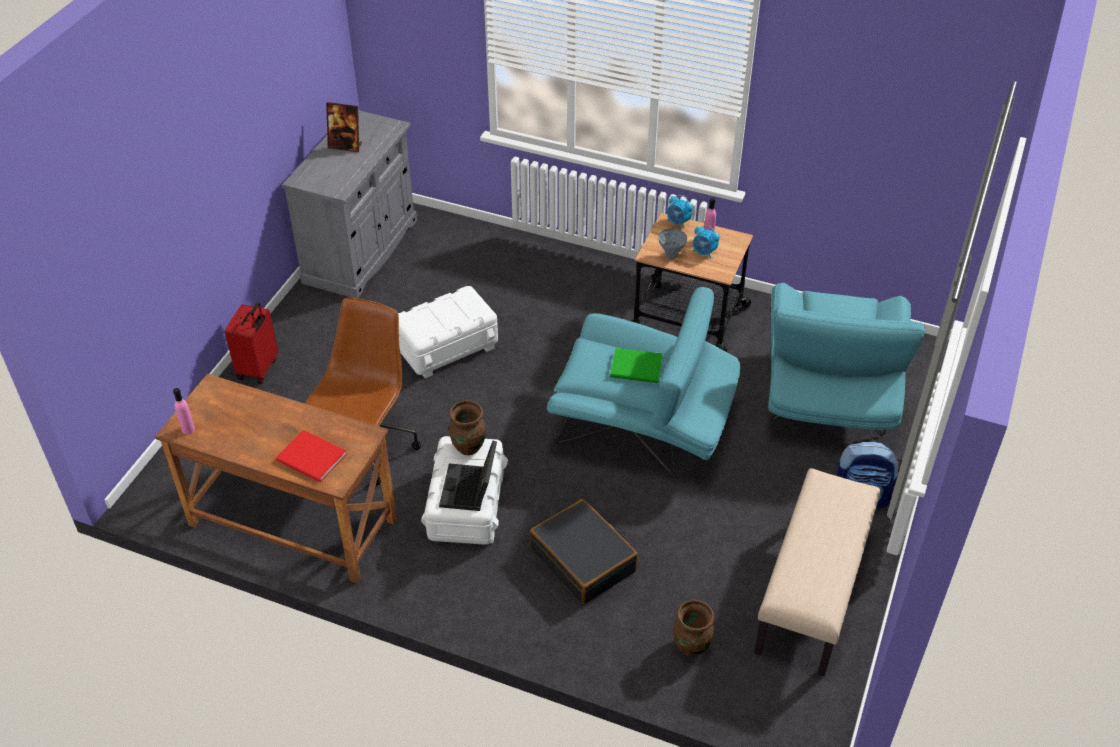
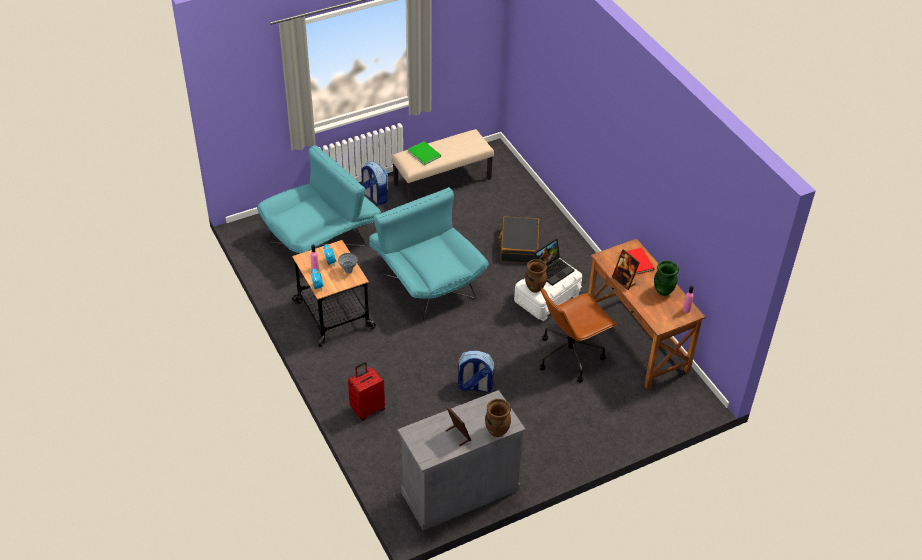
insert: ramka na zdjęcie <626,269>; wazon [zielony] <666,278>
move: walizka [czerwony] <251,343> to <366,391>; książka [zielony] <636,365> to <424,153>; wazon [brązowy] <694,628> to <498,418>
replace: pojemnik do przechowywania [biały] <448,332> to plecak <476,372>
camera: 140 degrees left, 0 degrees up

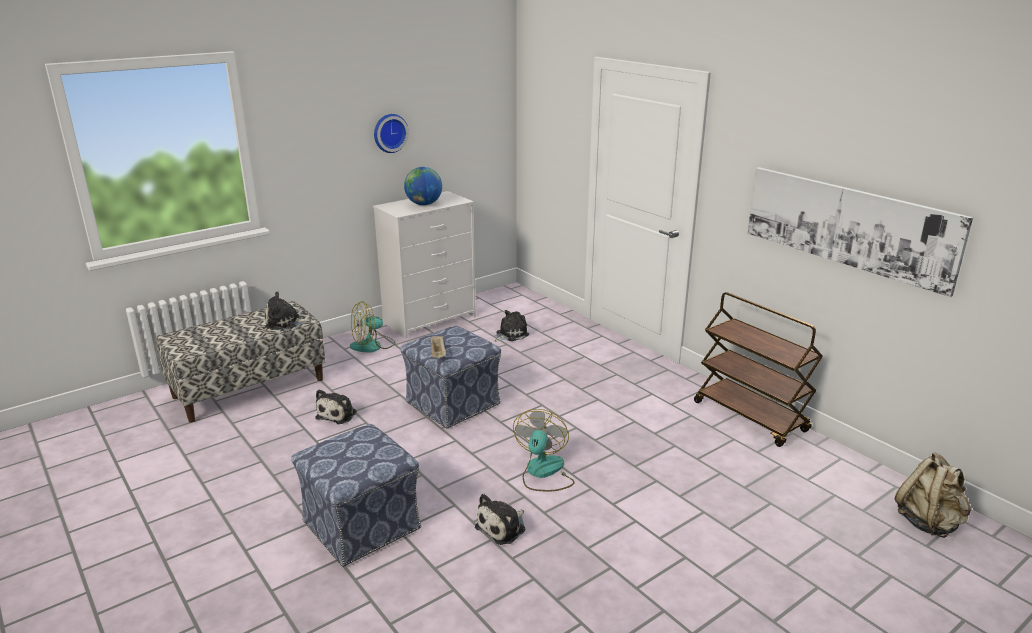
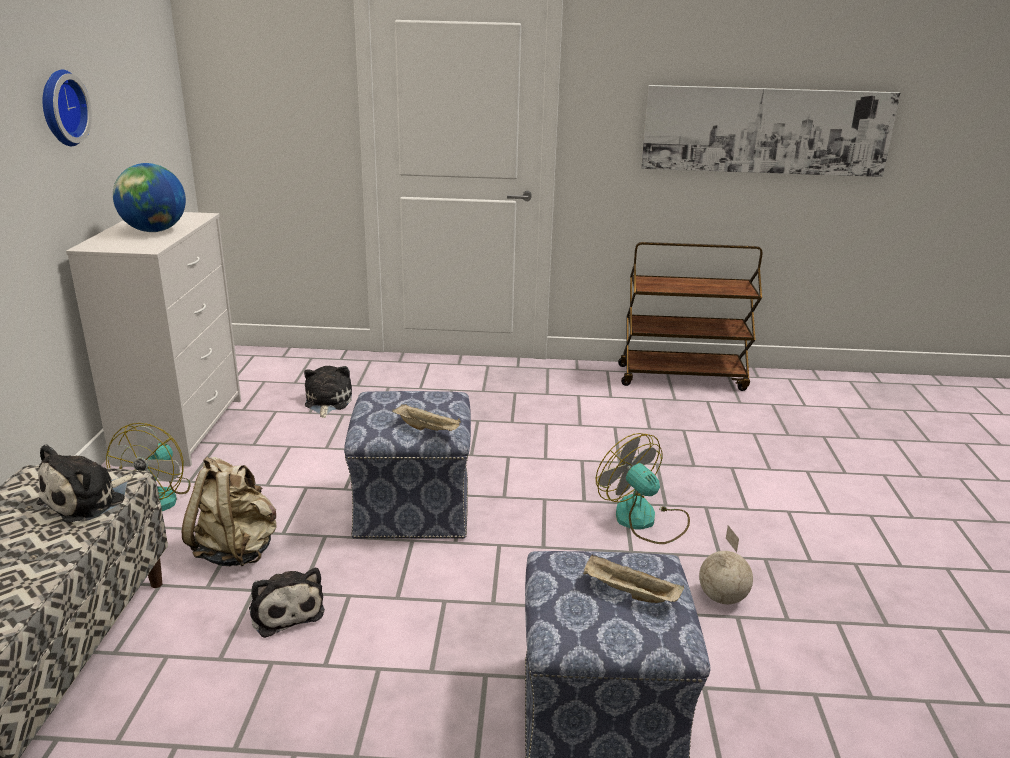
insert: taca [beżowy] <633,578>
move: plecak [beżowy] <933,495> to <229,512>
replace: pluszak <500,519> to globus <726,564>
camera: 50 degrees left, 0 degrees up

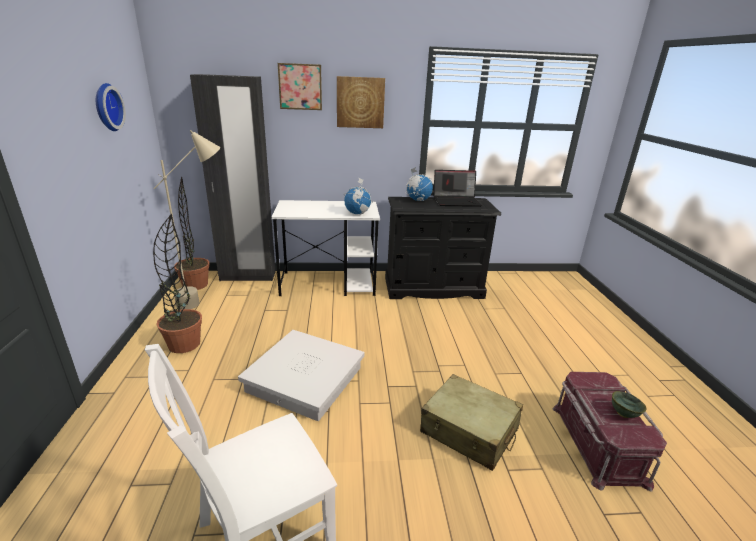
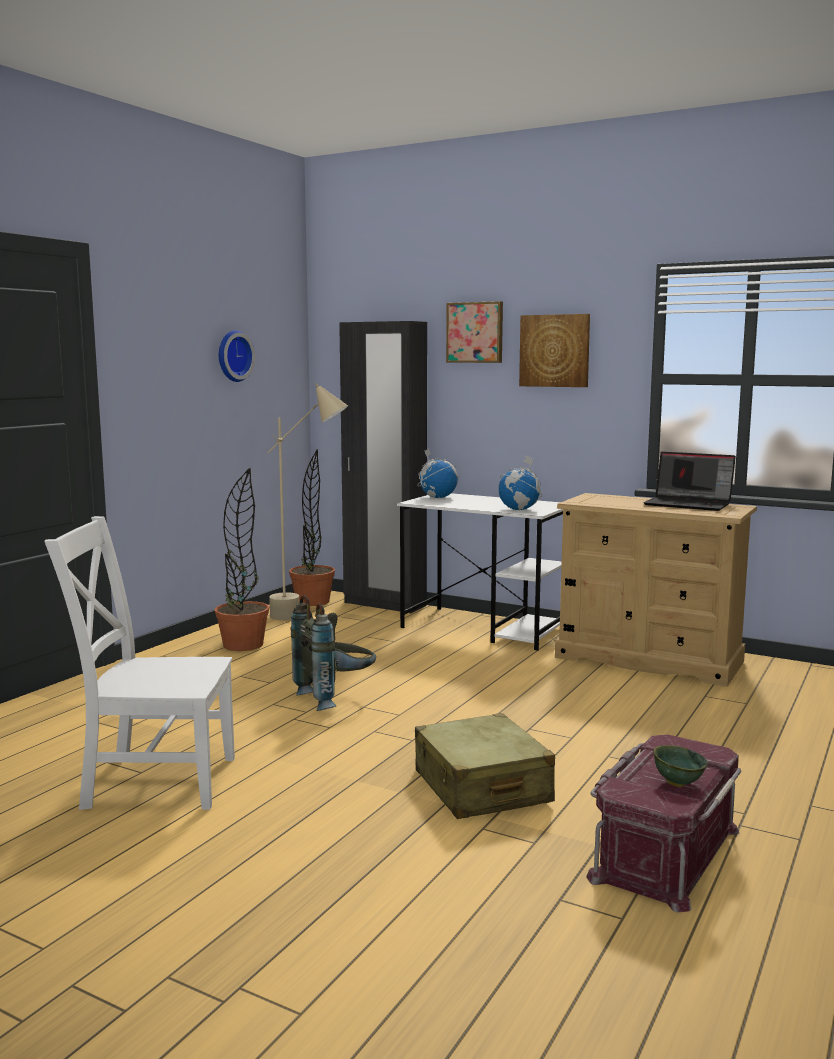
move: globus <419,184> to <437,473>
replace: pojemnik do przechowywania [biały] <301,375> to plecak [szary] <333,653>
recolor: komoda [czarny] <443,248> to komoda [beżowy] <656,590>
camera: 35 degrees right, 15 degrees down

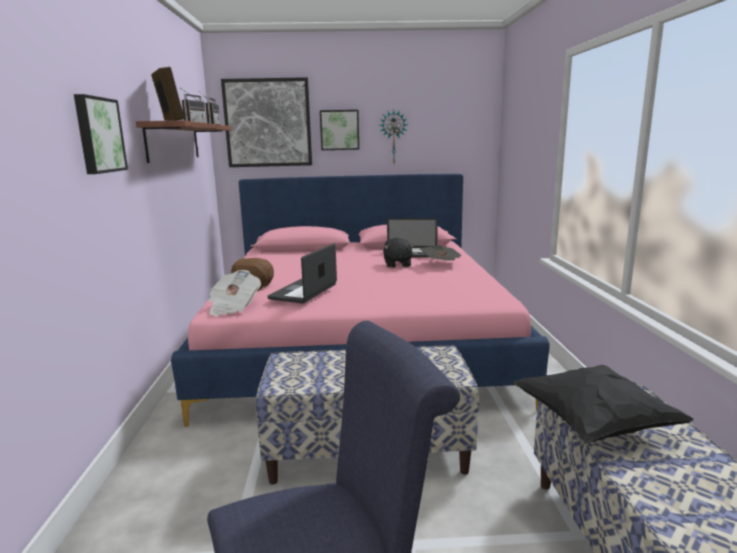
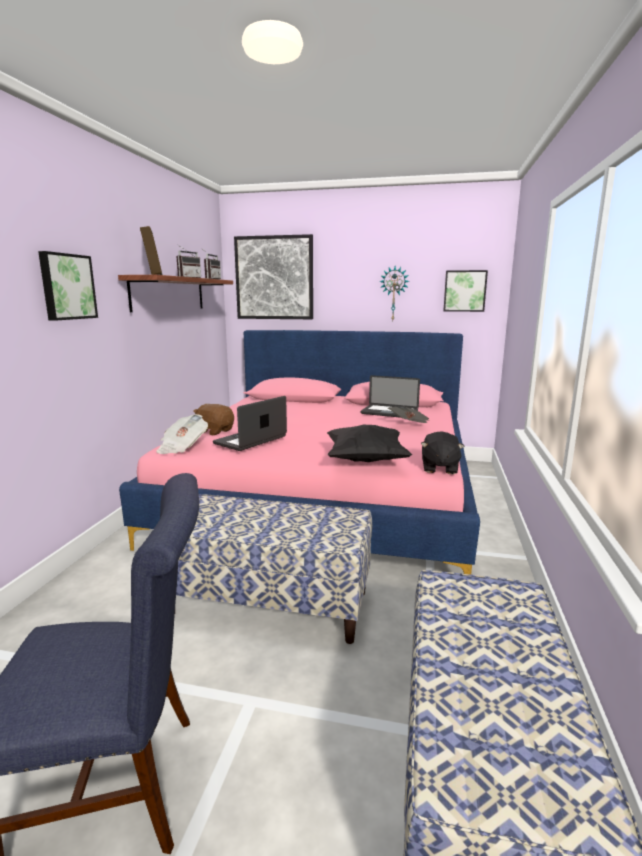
move: poduszka [czarny] <603,404> to <369,443>; pluszak [czarny] <398,253> to <442,452>; obraz <339,130> to <465,291>
camera: 15 degrees right, 0 degrees up

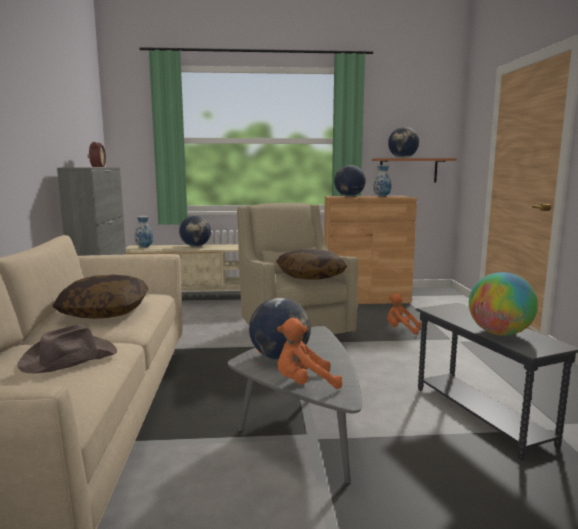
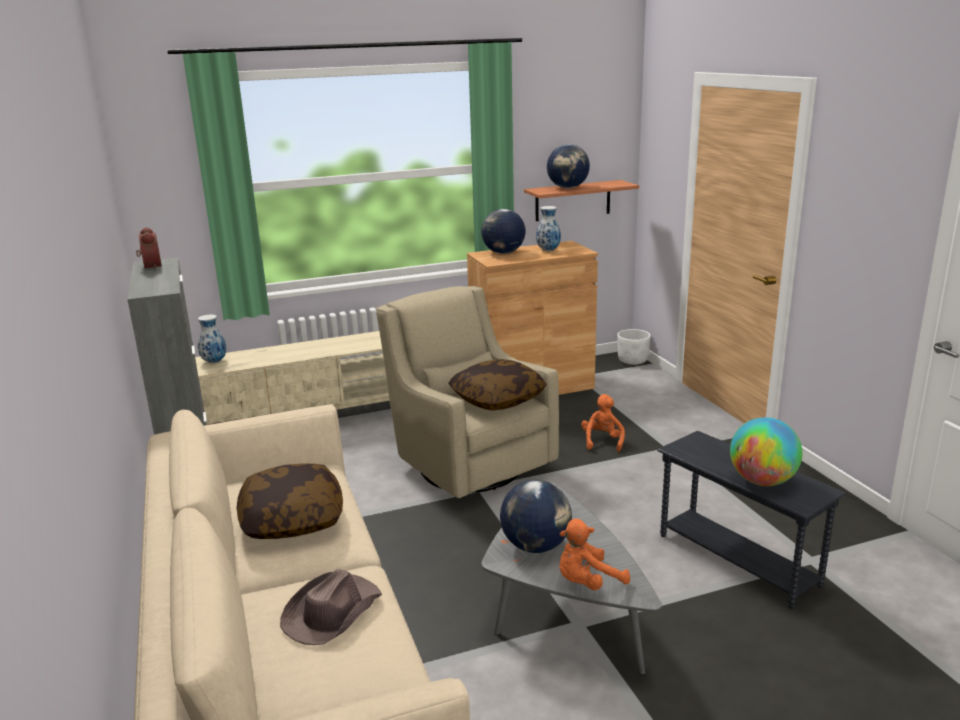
delete: globus <195,231>
insert: donica [biały] <634,347>
rotate: pluszak [pomarańczowy] <404,314> = <603,423> 90 degrees clockwise
camera: 15 degrees left, 10 degrees up

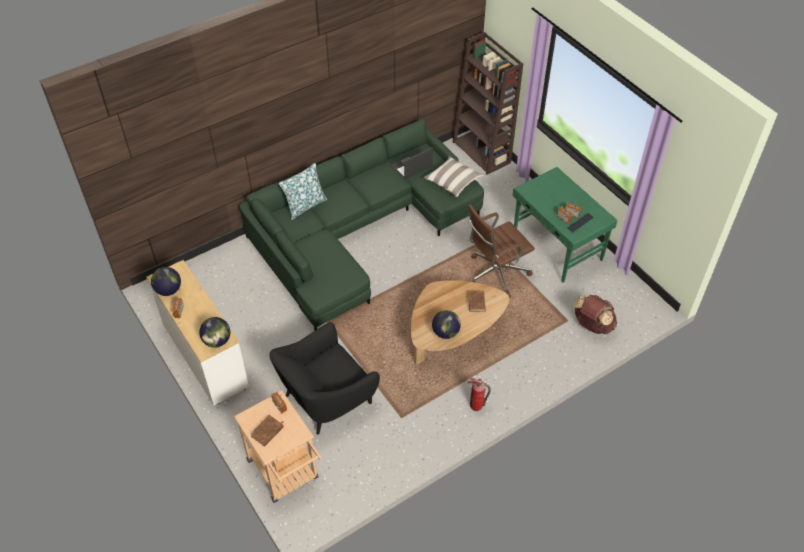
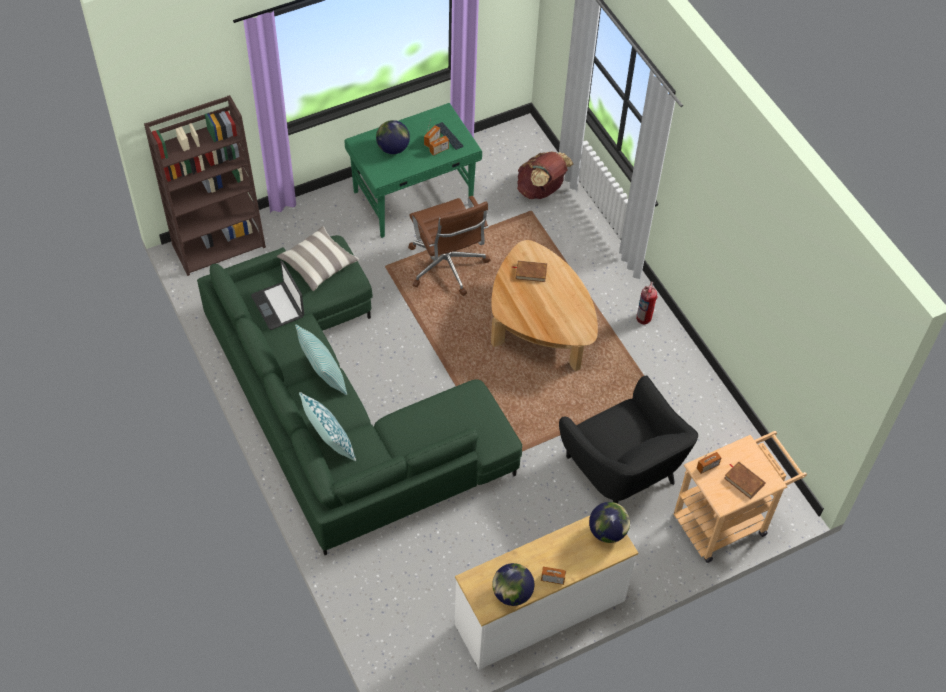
insert: poduszka <321,359>
move: globus <446,324> to <393,137>
camera: 85 degrees left, 5 degrees up

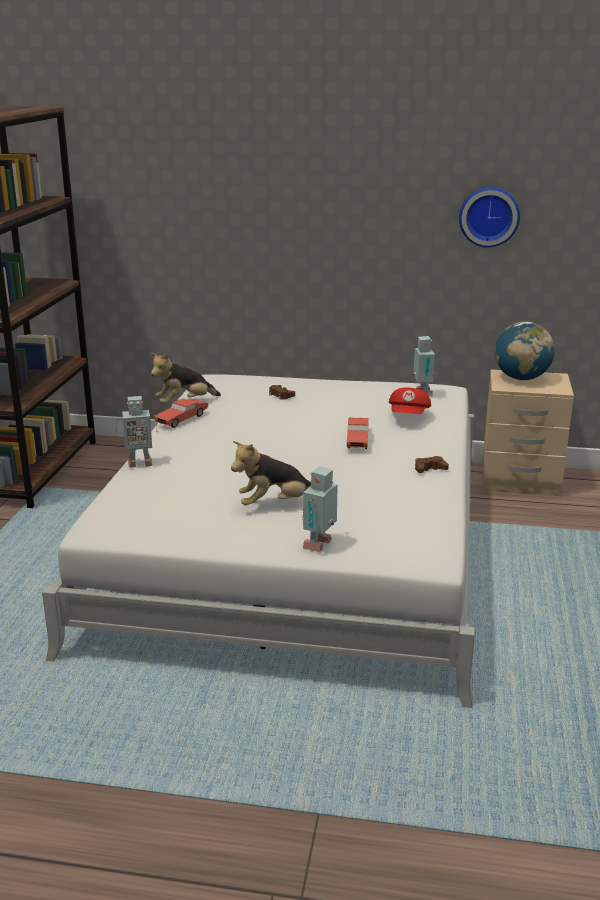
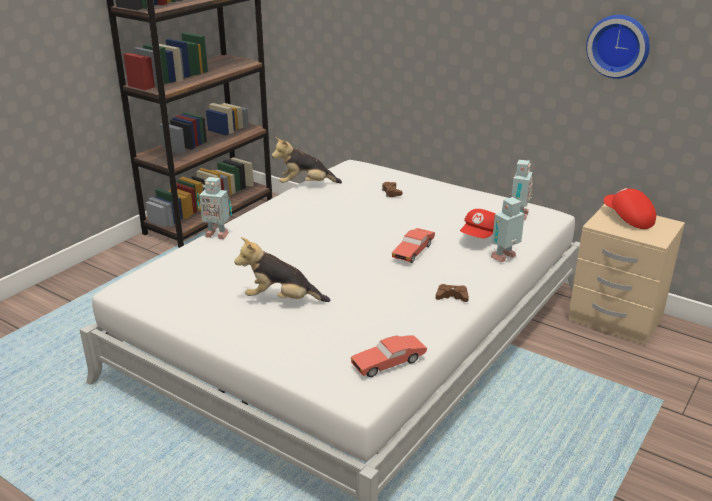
move: samochodzik [czerwony] <182,413> to <389,356>; robot zabawkowy <320,509> to <508,229>
replace: globus <525,350> to czapka z daszkiem [czerwony] <630,208>
camera: 25 degrees right, 5 degrees up

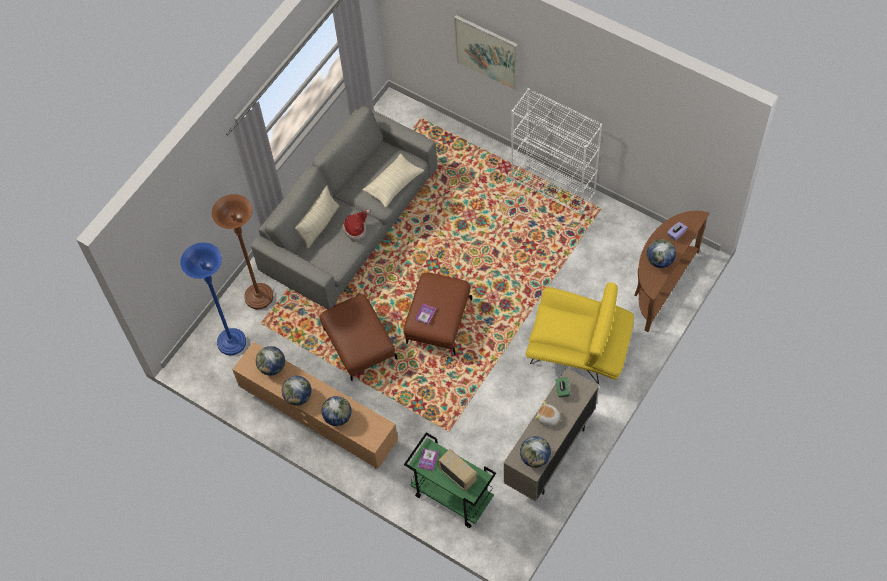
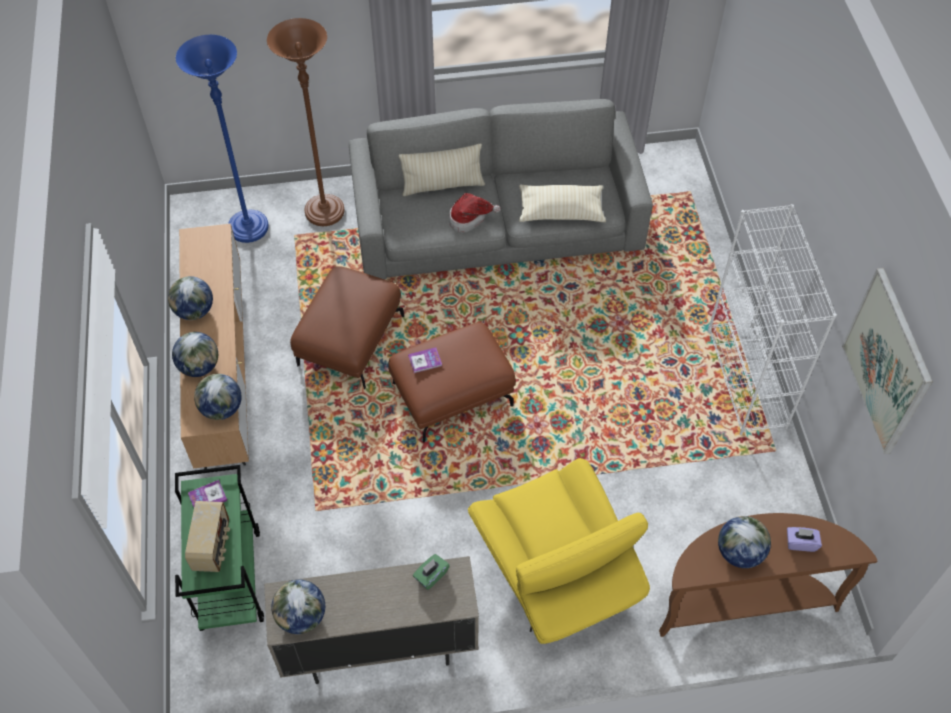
delete: pluszak <548,413>
move: globus <270,361> to <218,397>; obraz <486,53> to <887,361>
camera: 45 degrees right, 5 degrees down

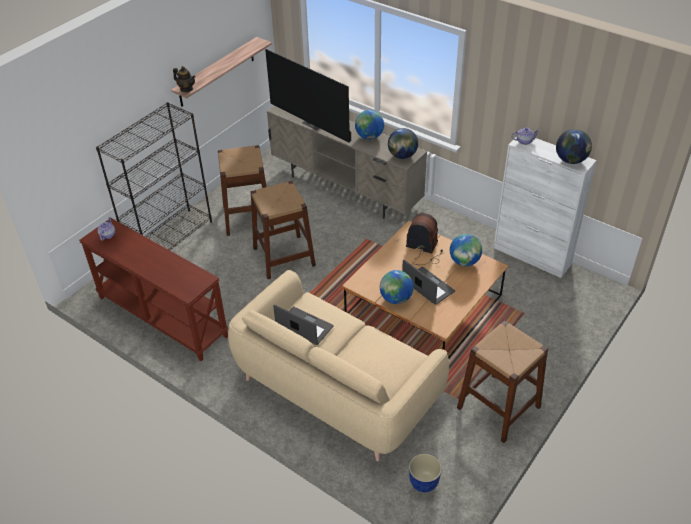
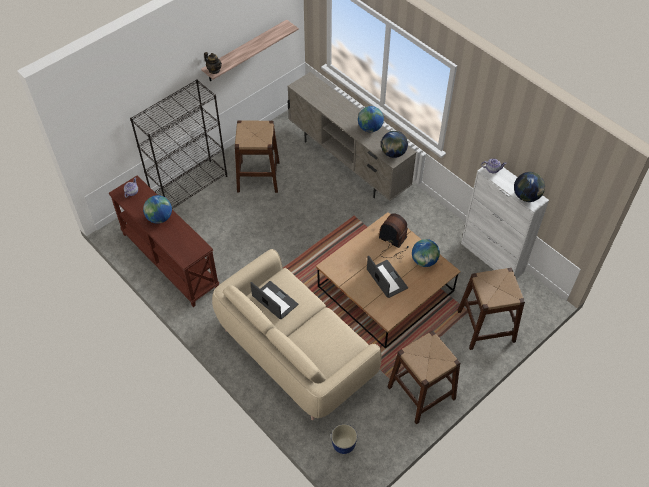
delete: telewizor <308,95>
move: globus <397,287> to <157,209>; stołek [brązowy] <283,230> to <491,309>
camera: 10 degrees right, 10 degrees up

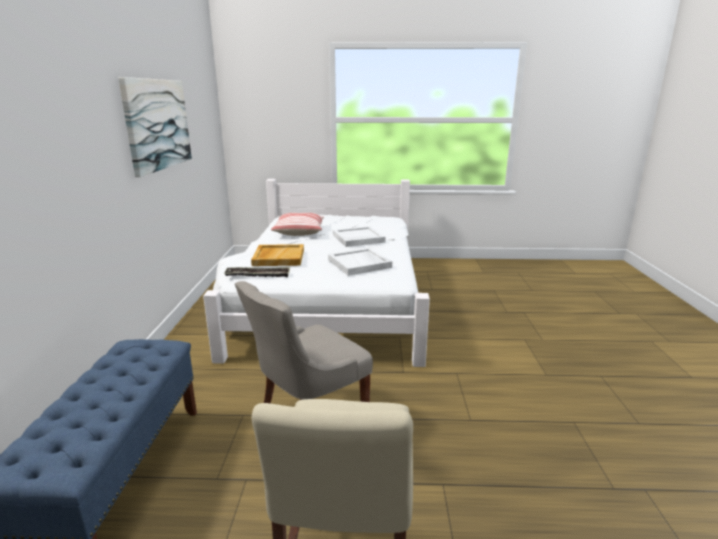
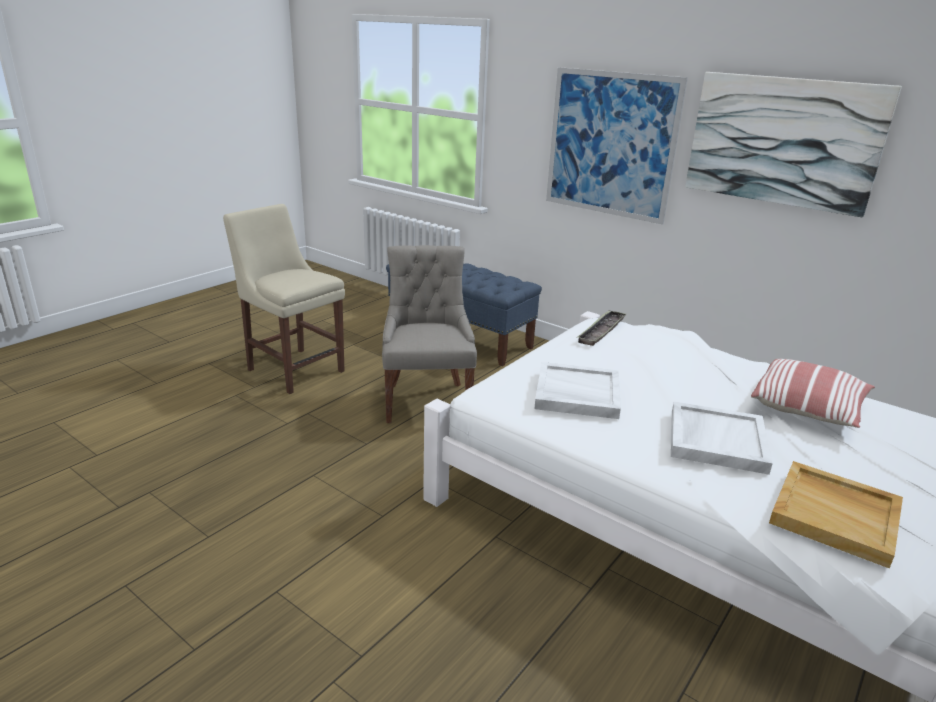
insert: obraz <617,146>
move: taca [beżowy] <277,255> to <836,515>
camera: 125 degrees right, 5 degrees up

